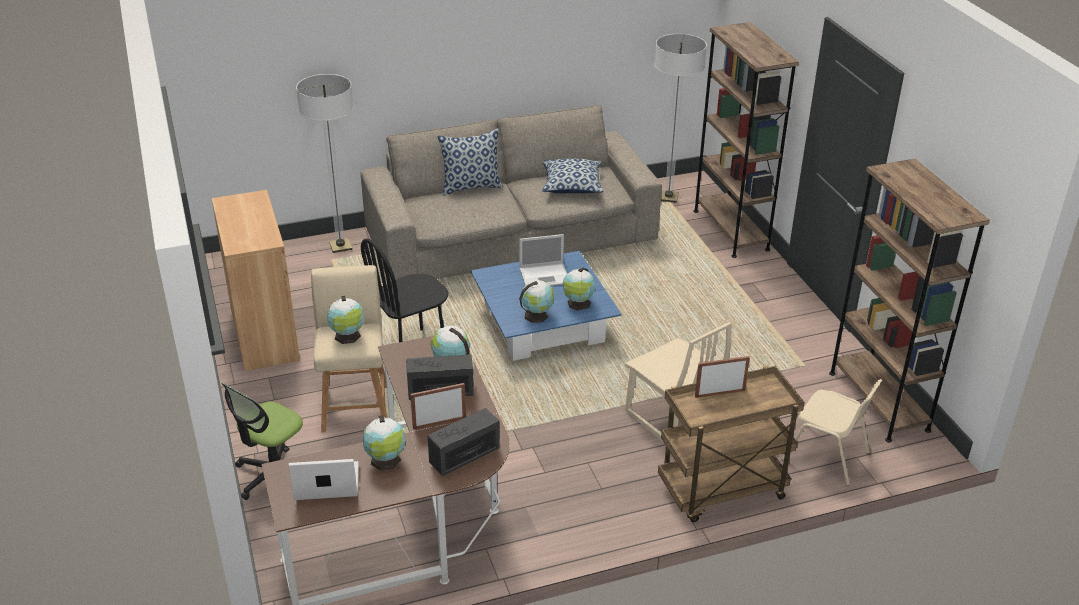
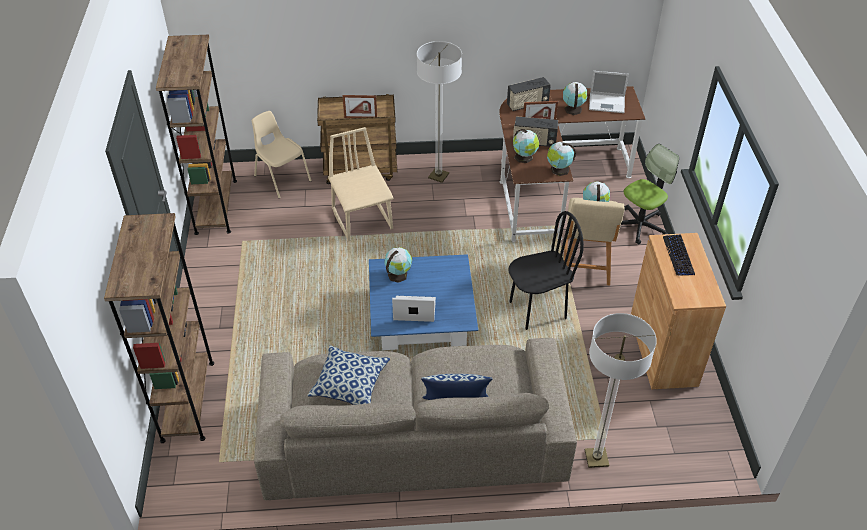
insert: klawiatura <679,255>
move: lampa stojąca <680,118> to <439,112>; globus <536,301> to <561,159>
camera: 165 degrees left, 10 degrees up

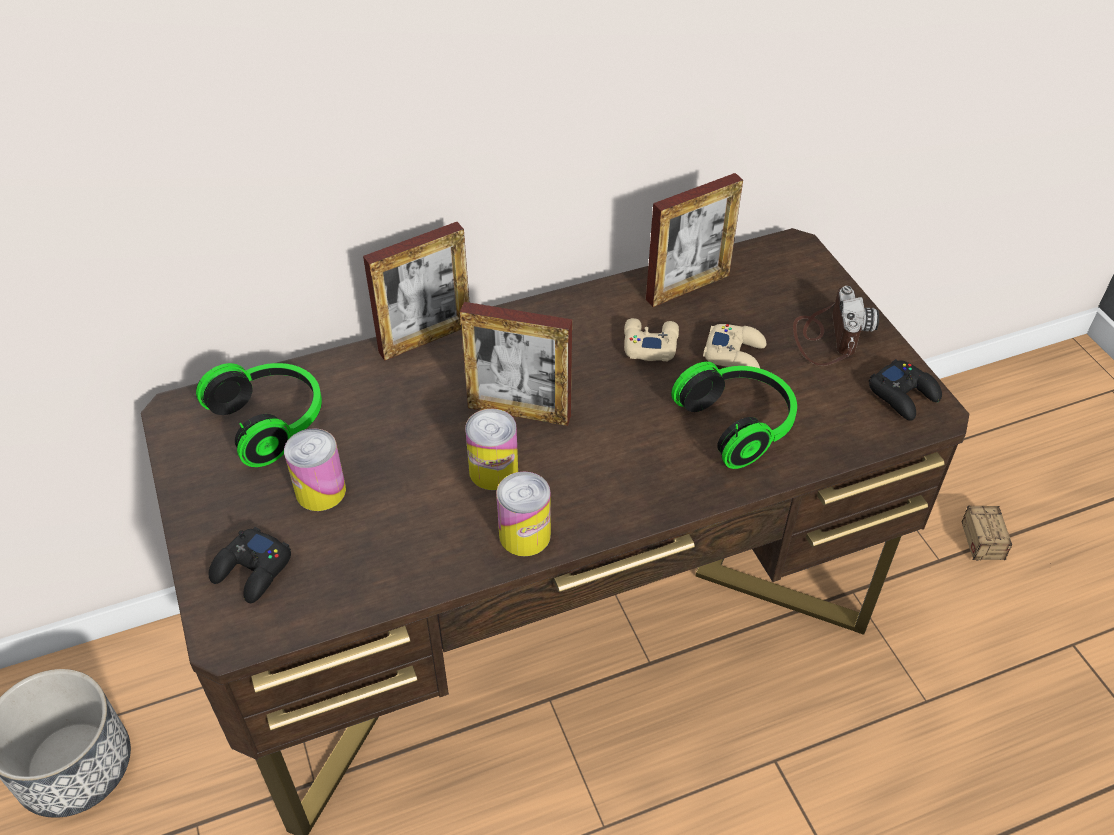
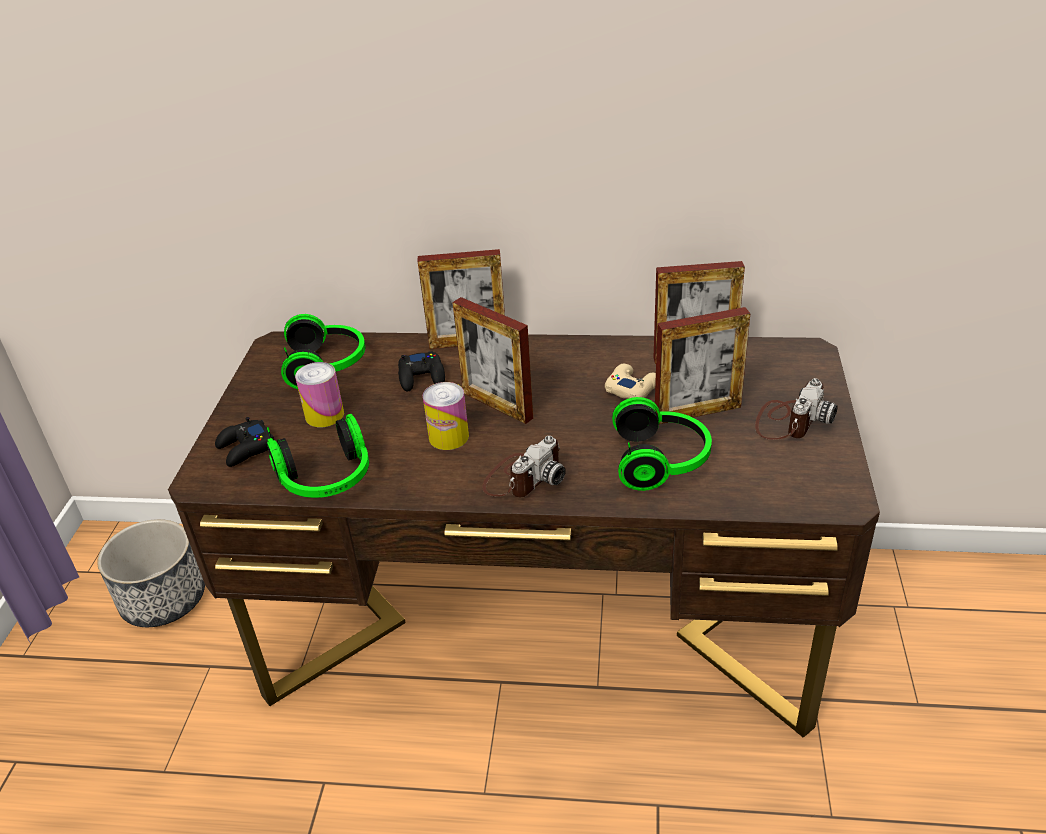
delete: puszka <523,513>; pojemnik do przechowywania <1006,535>
insert: słuchawki <318,456>; aparat fotograficzny <524,466>
move: pad do gier [czarny] <905,390> to <421,371>
replace: pad do gier [beżowy] <734,346> to ramka na zdjęcie <703,365>
camera: 30 degrees right, 10 degrees down

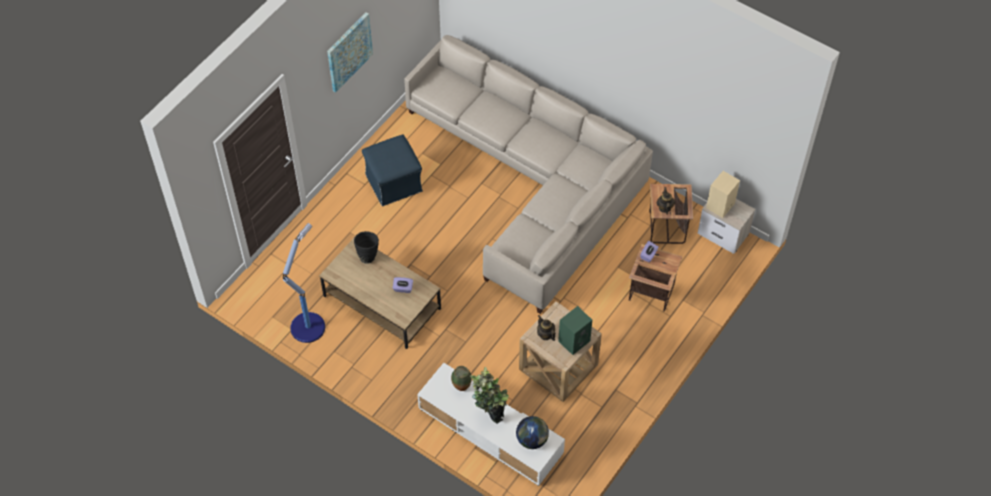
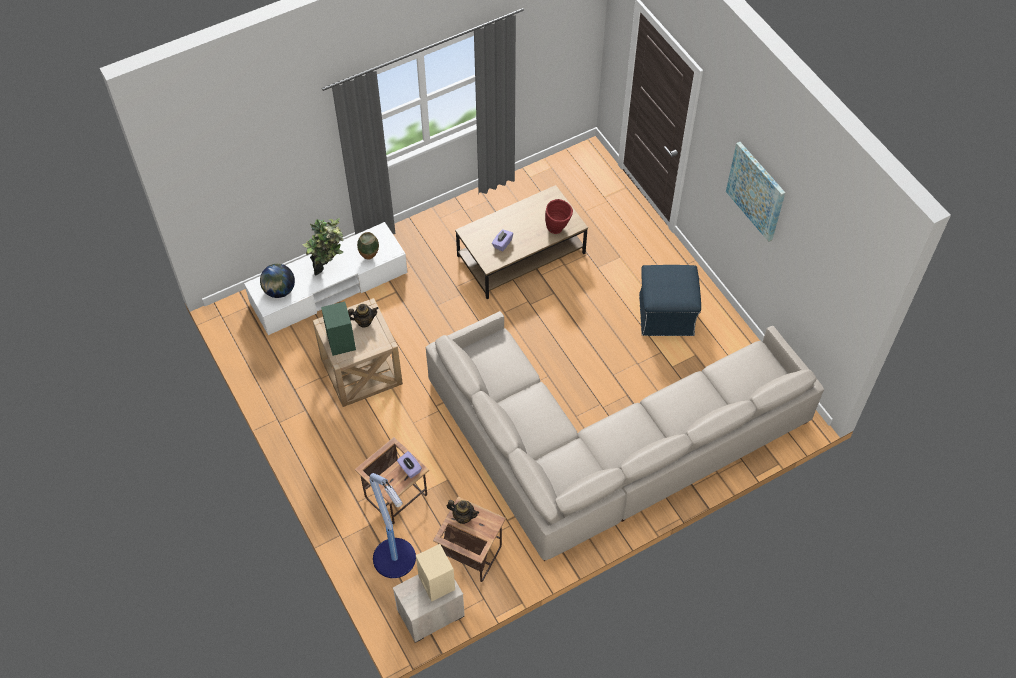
move: lampa stojąca <304,283> to <392,525>
recolor: wazon [czarny] <366,247> to wazon [czerwony] <559,216>
camera: 115 degrees right, 0 degrees up

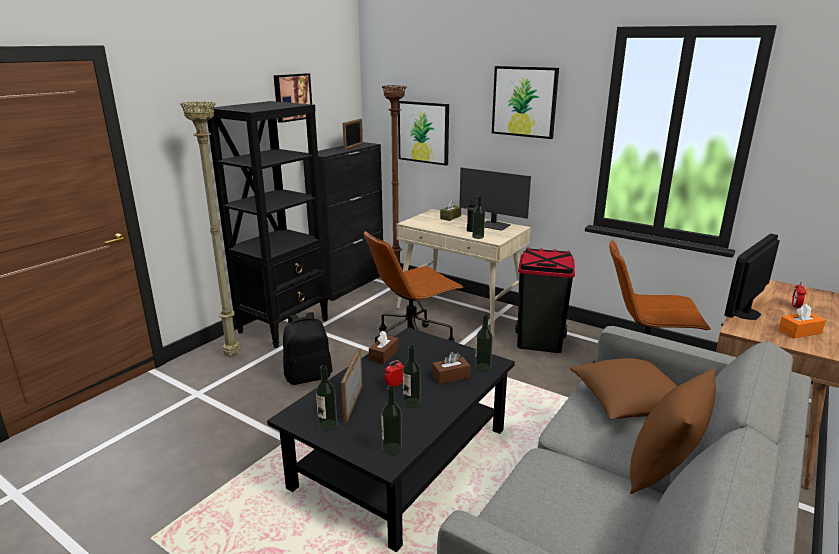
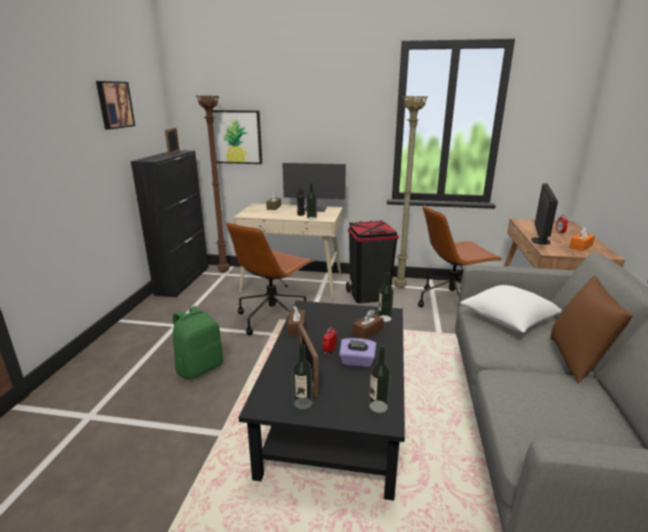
delete: regał [czarny] <267,224>; obraz <525,102>
move: lampa stojąca [beżowy] <210,229> to <411,192>
replace: butelka <412,376> to pudełko chusteczek [fioletowy] <357,352>
recolor: plecak [czarny] <308,348> to plecak [zielony] <198,343>; poduszka [brązowy] <623,389> to poduszka [biały] <510,309>
camera: 25 degrees left, 0 degrees up

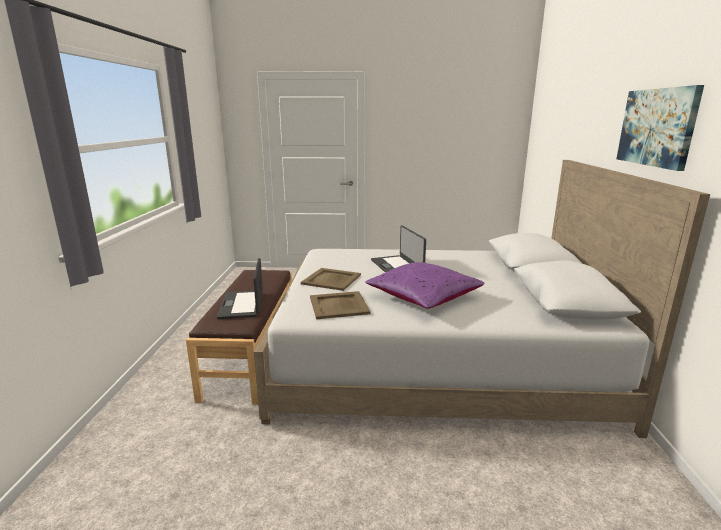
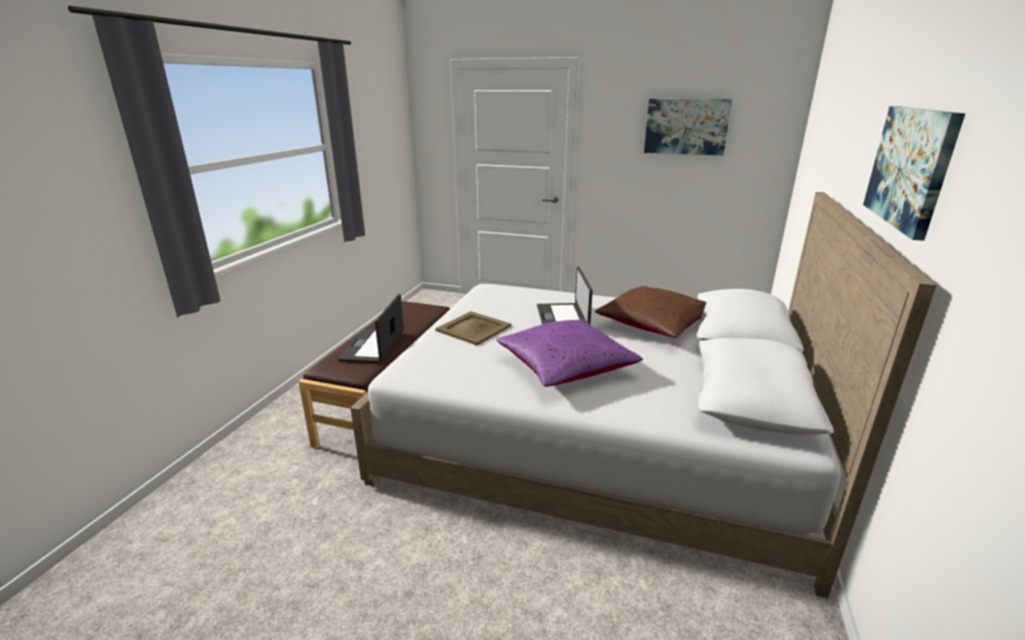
delete: taca [beżowy] <340,305>
insert: poduszka [brązowy] <650,312>; obraz <688,127>
camera: 15 degrees right, 5 degrees up

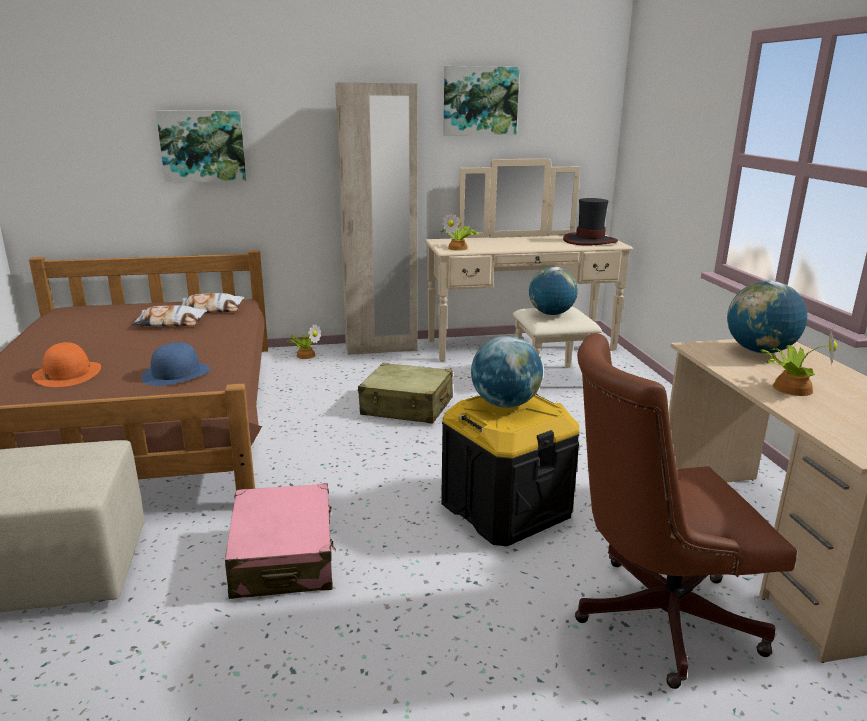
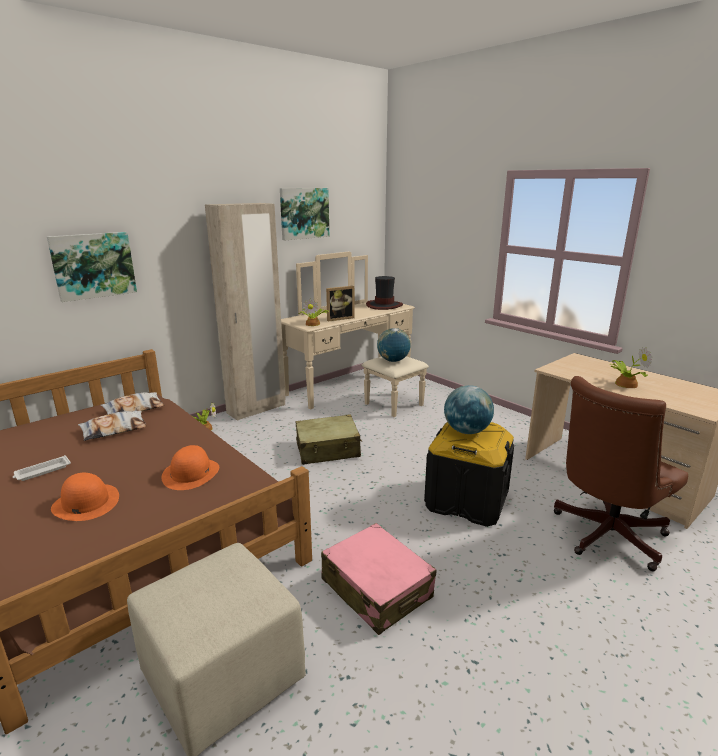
delete: globus <767,317>
insert: taca [biały] <42,468>; ramka na zdjęcie <340,304>
recolor: kapelusz [niebieski] <175,364> to kapelusz [pomarańczowy] <190,467>
camera: 30 degrees left, 0 degrees up

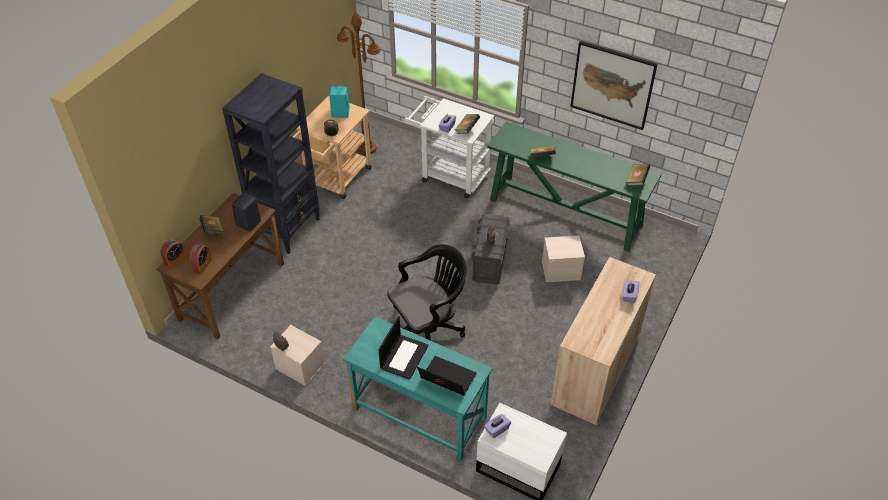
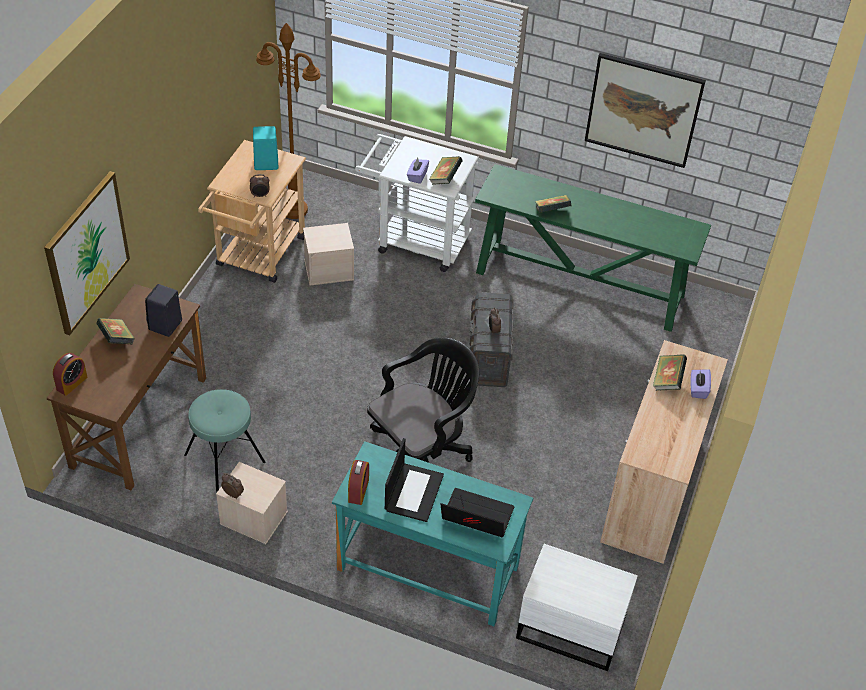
delete: regał [czarny] <271,163>; pudełko chusteczek [fioletowy] <497,426>
insert: obraz <87,253>; stołek [turkusowy] <225,440>
move: pojemnik do przechowywania [beżowy] <563,258> to <328,254>; budzik <201,259> to <358,482>; książka <638,174> to <670,372>
camera: 10 degrees left, 0 degrees up

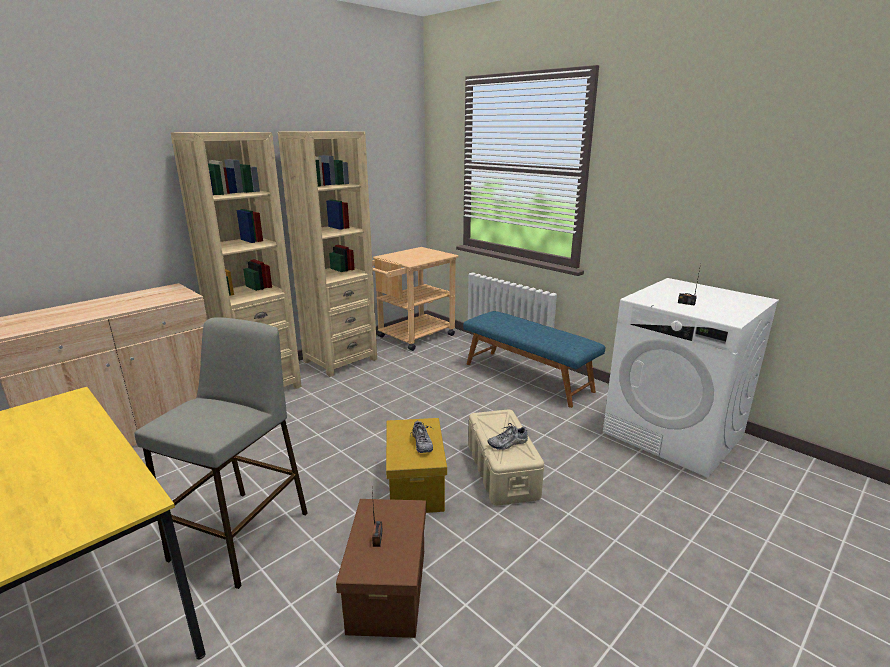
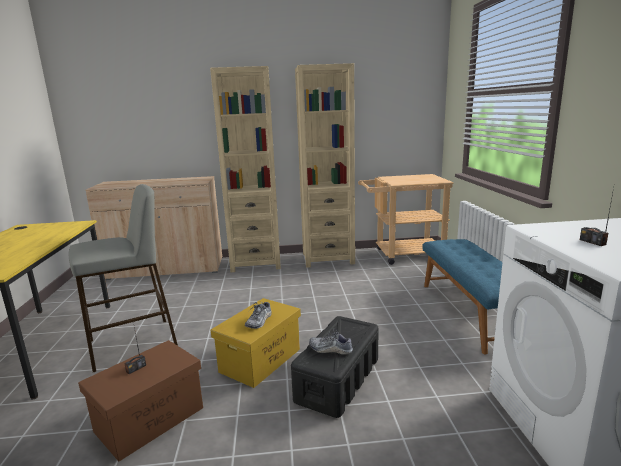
recolor: pojemnik do przechowywania [beżowy] <506,458> to pojemnik do przechowywania [czarny] <335,367>
camera: 40 degrees right, 5 degrees down

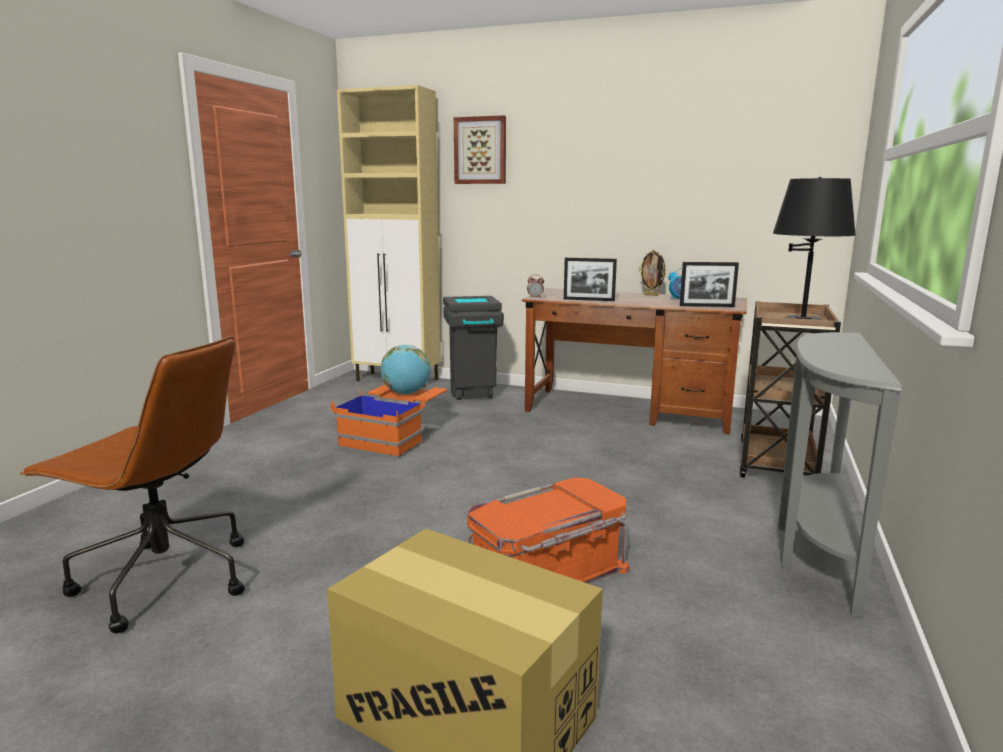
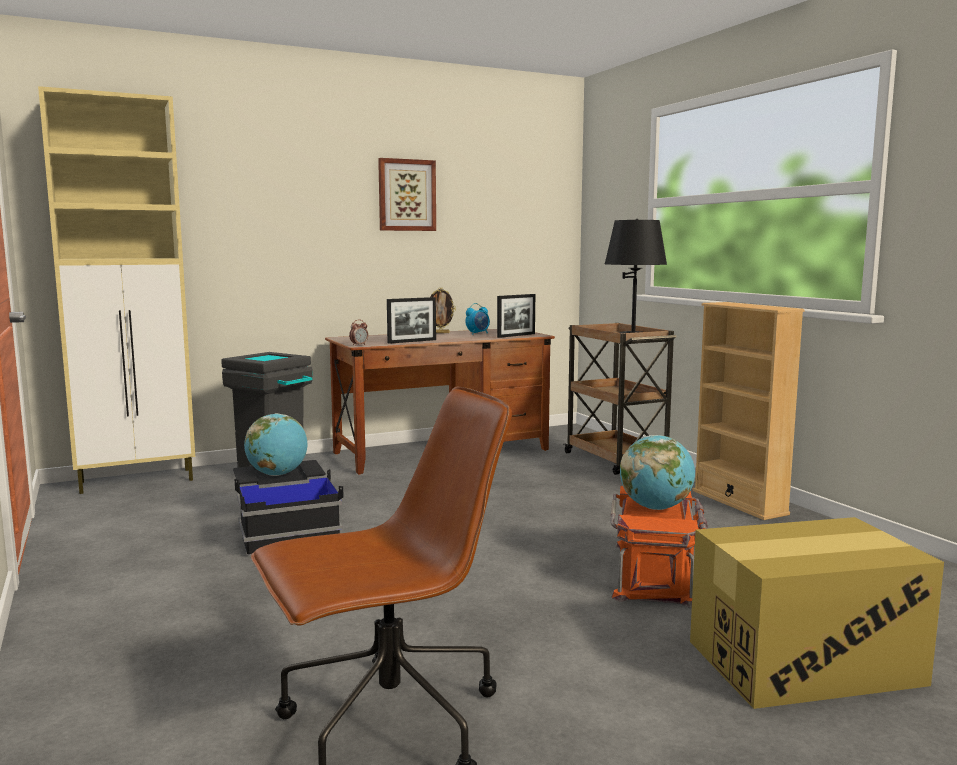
insert: globus <657,472>
move: obraz <480,150> to <407,194>
replace: stolik konsolowy [szary] <840,474> to regał [beżowy] <748,411>
recolor: pojemnik do przechowywania [pomarańczowy] <389,421> to pojemnik do przechowywania [czarny] <288,508>
camera: 45 degrees left, 5 degrees down

